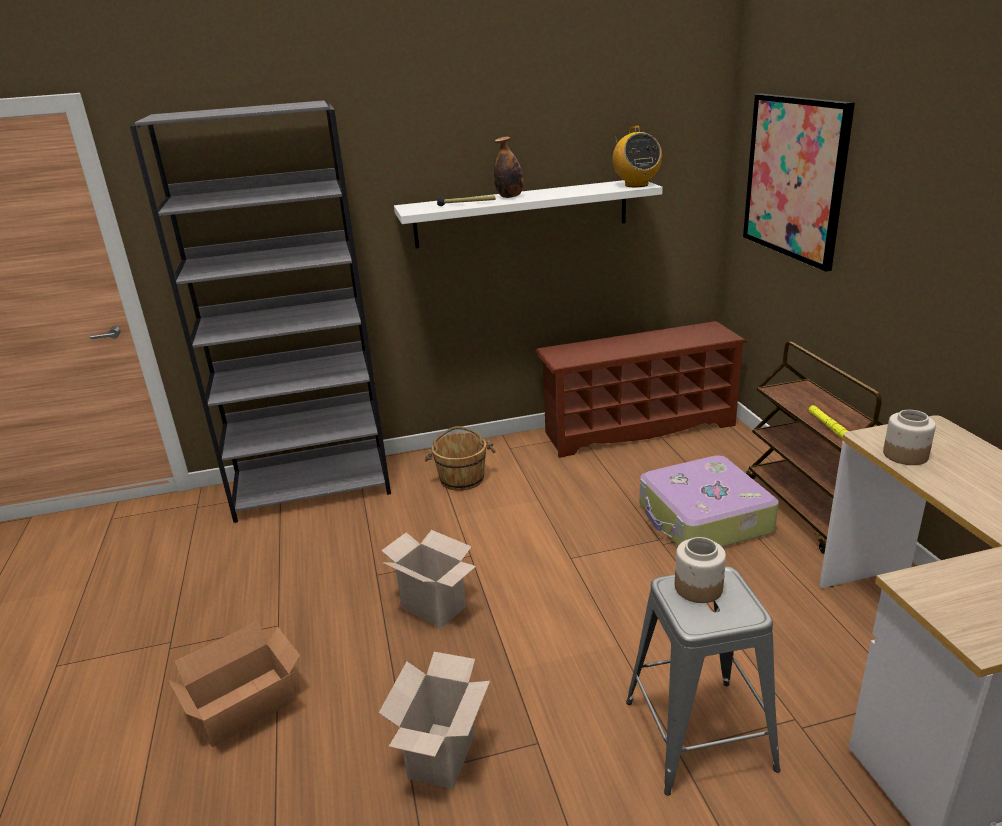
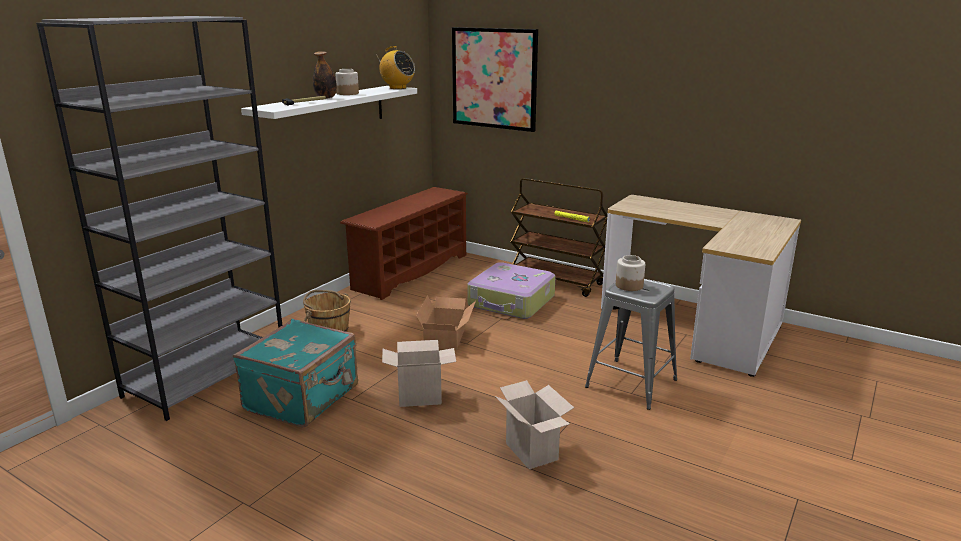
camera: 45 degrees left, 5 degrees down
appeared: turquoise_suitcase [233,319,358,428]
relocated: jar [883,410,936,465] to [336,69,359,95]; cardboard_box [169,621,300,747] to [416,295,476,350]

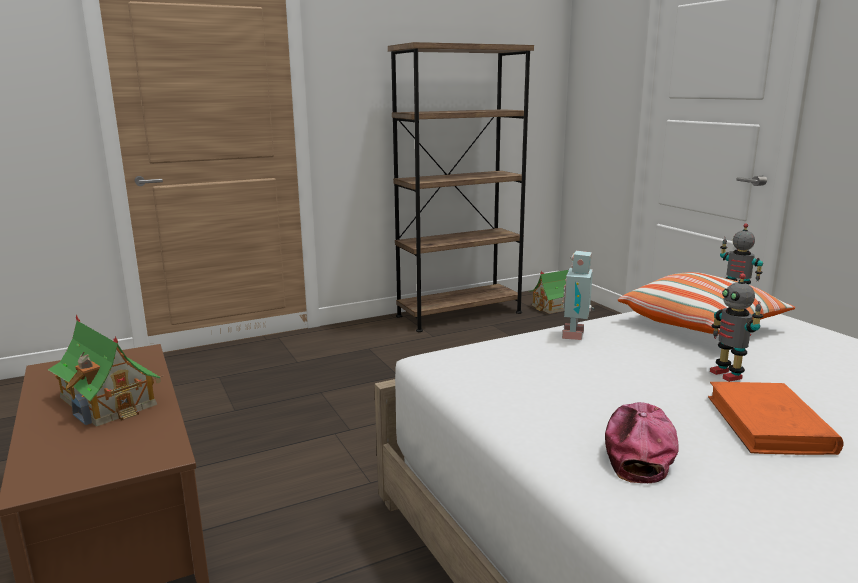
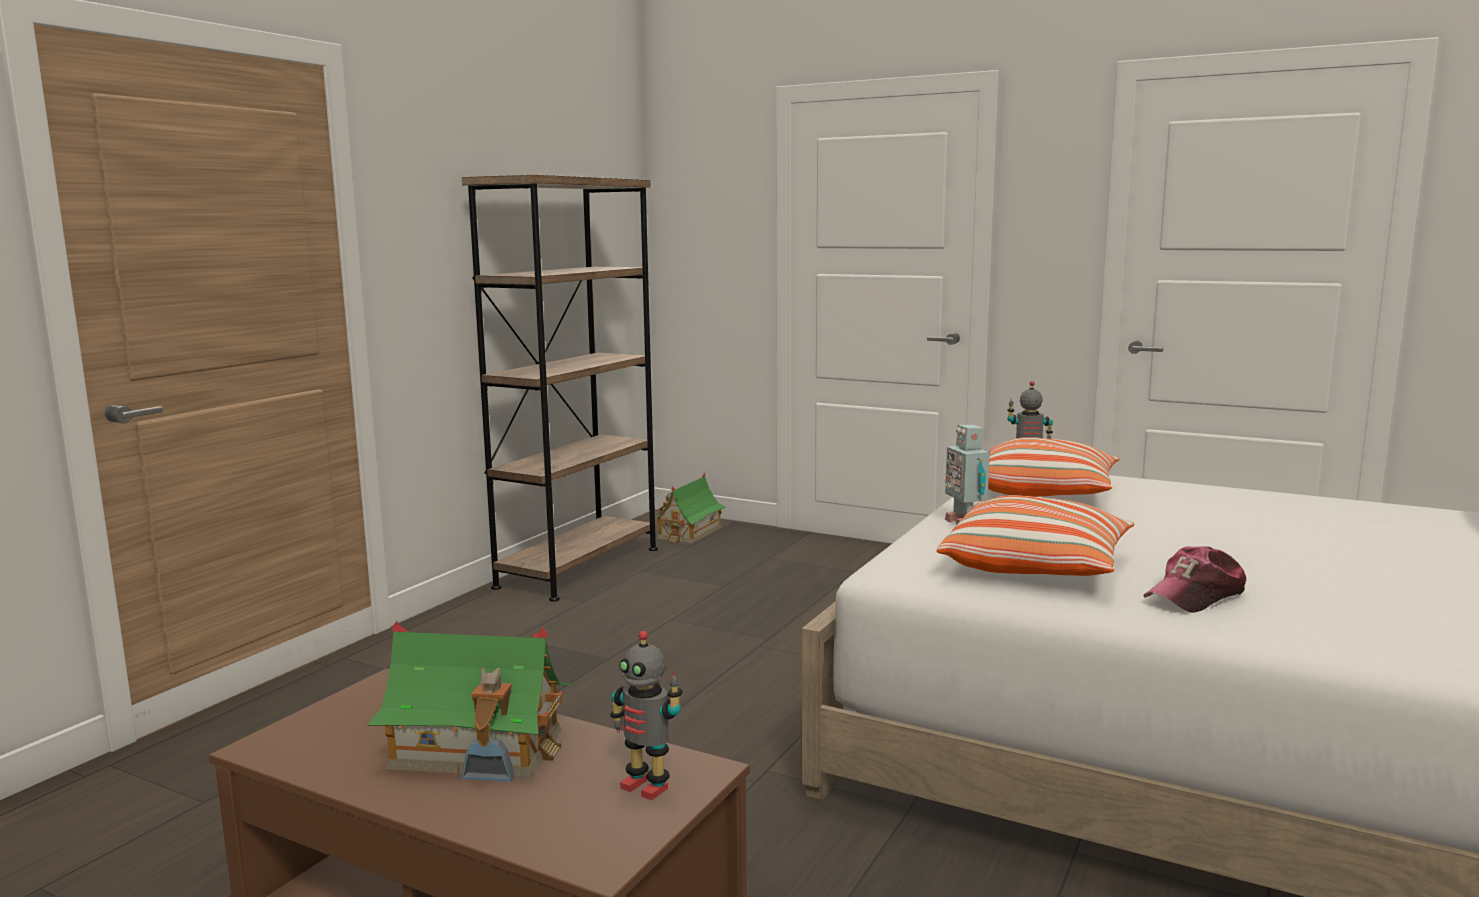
camera: 35 degrees left, 5 degrees down
missing: orange_book [708,382,844,455]
appeared: pillow [937,495,1134,576]
relocated: toy_robot [710,273,763,382] to [610,631,683,800]
spun: cap [605,402,678,483] = [1143,546,1246,613] 105 degrees counterclockwise

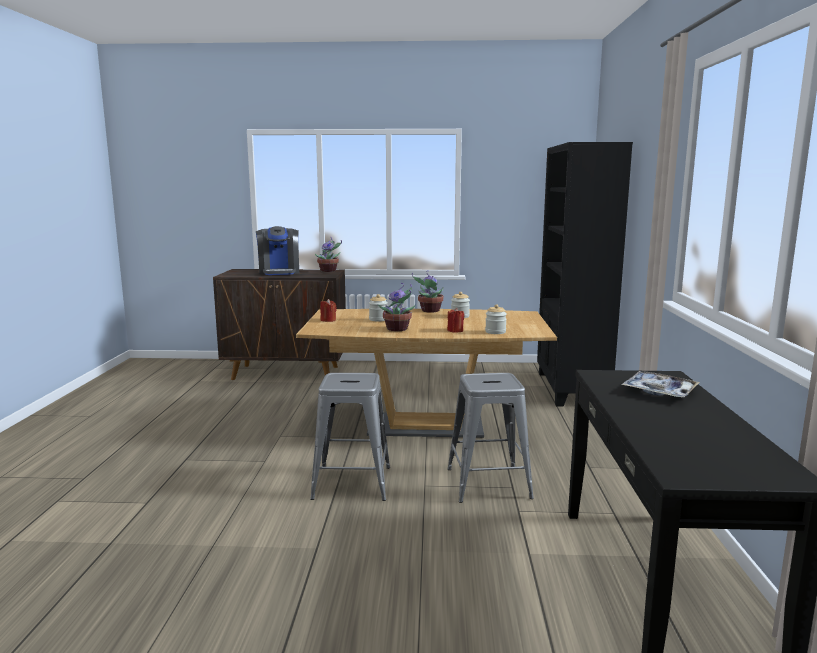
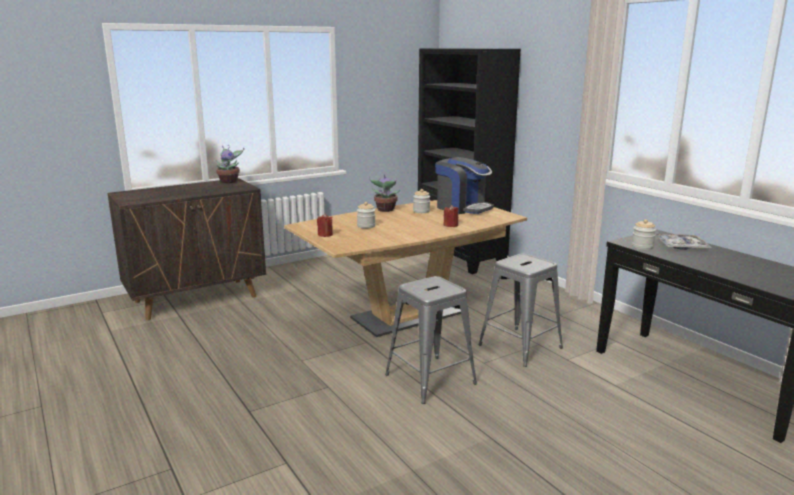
camera: 35 degrees left, 5 degrees up
missing: potted_plant [378,283,416,331]
relocated: coffee_machine [256,226,299,275] to [435,157,494,214]; jar [485,304,507,334] to [632,219,656,250]

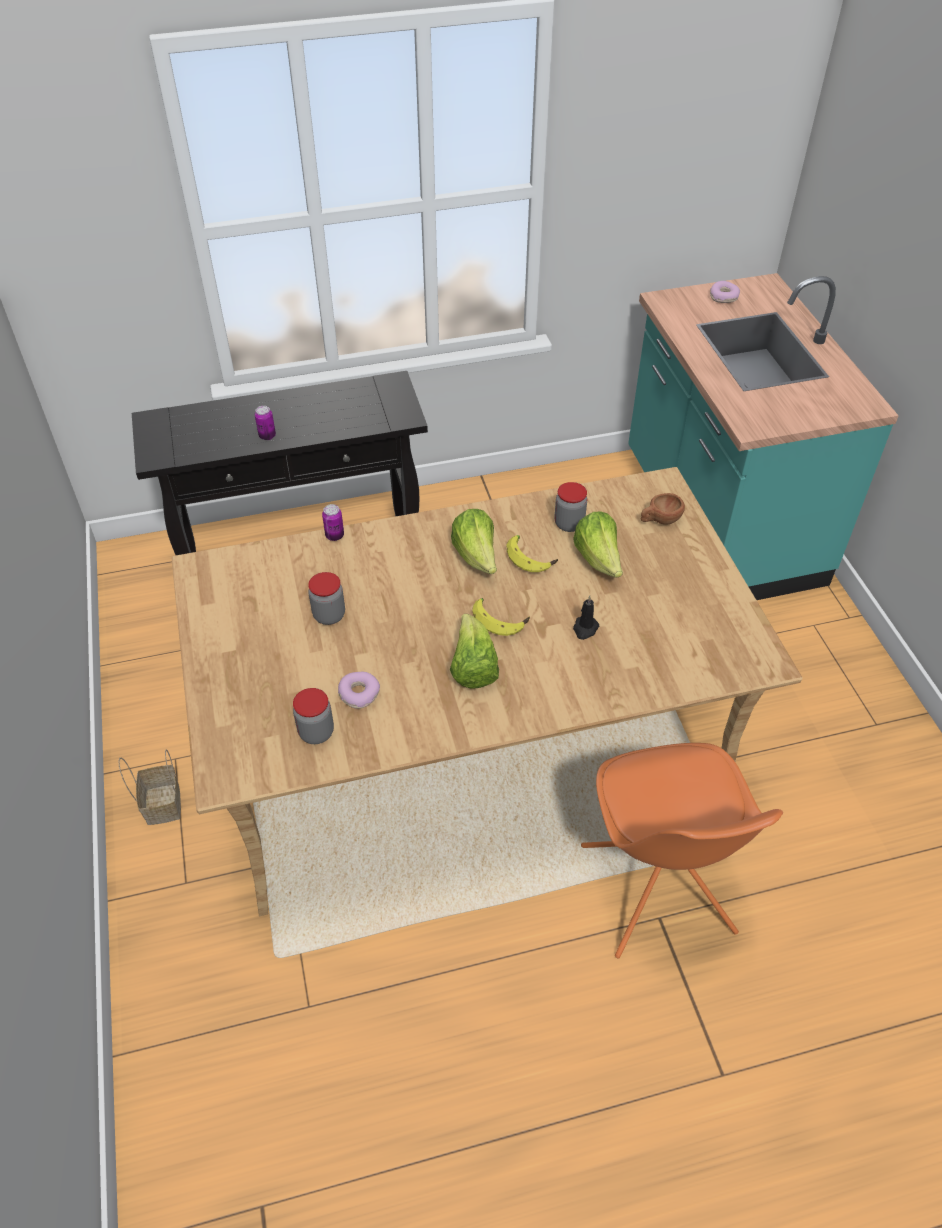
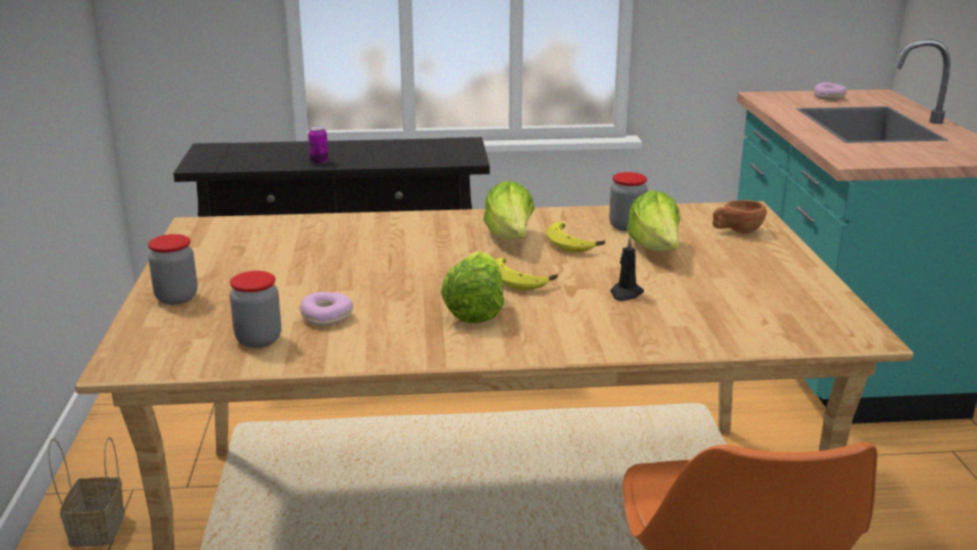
camera: 10 degrees right, 25 degrees down
missing: can [322,504,344,541]
relocated: jar [308,572,345,625] to [148,234,198,305]

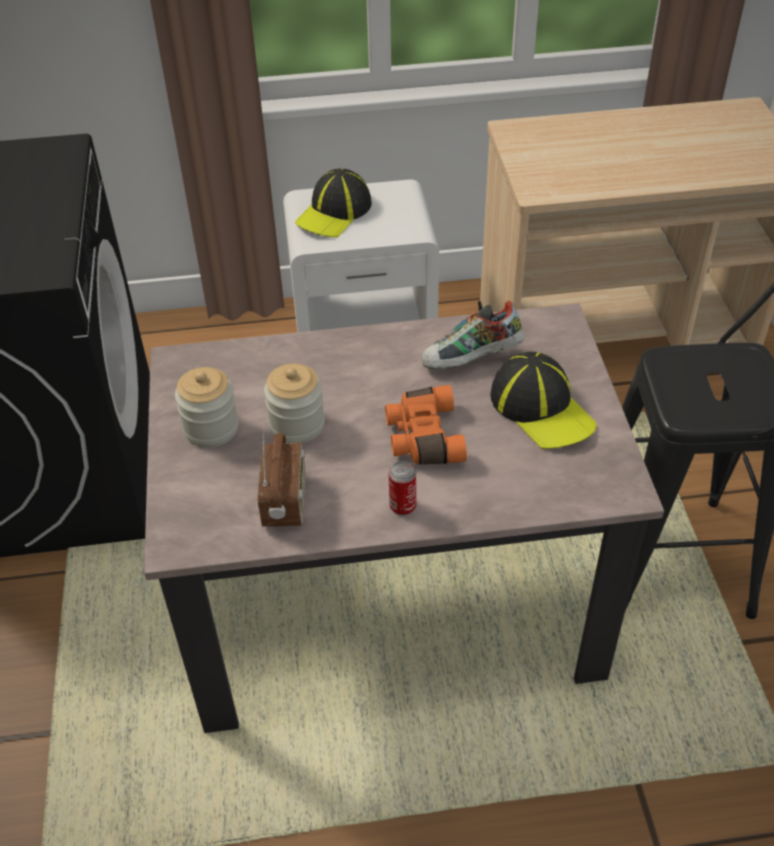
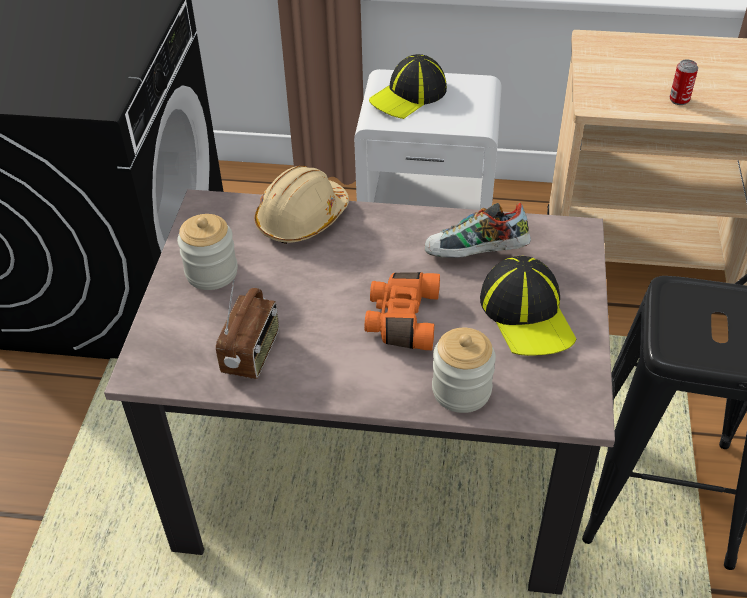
camera: 15 degrees right, 0 degrees up
appeared: beige_hard_hat [255,166,349,244]
relocated: jar [264,364,325,443] to [432,328,496,413]; can [389,461,416,515] to [669,59,698,105]

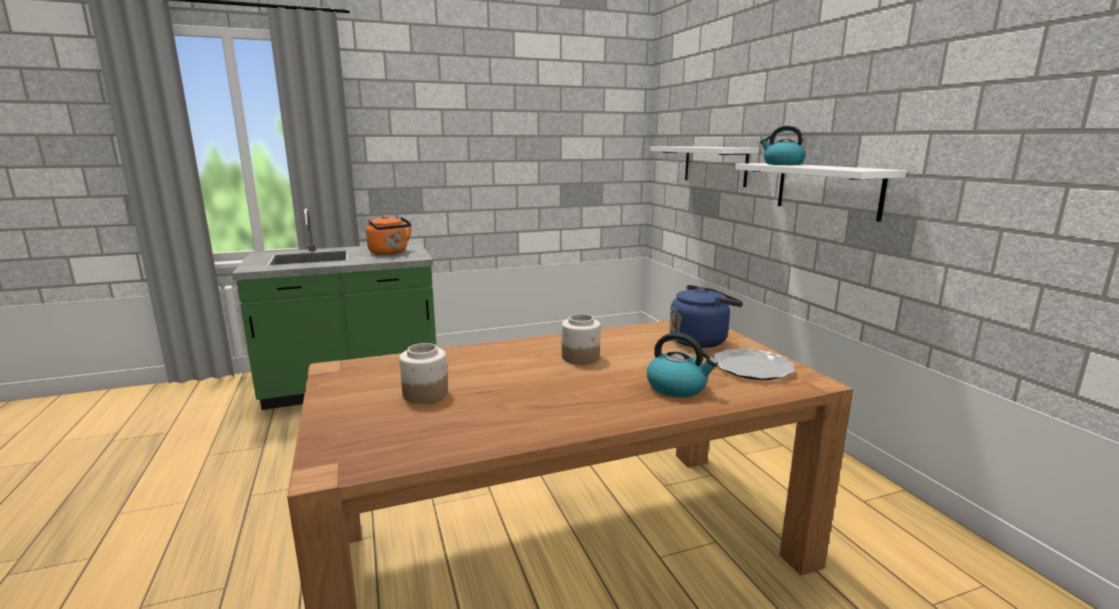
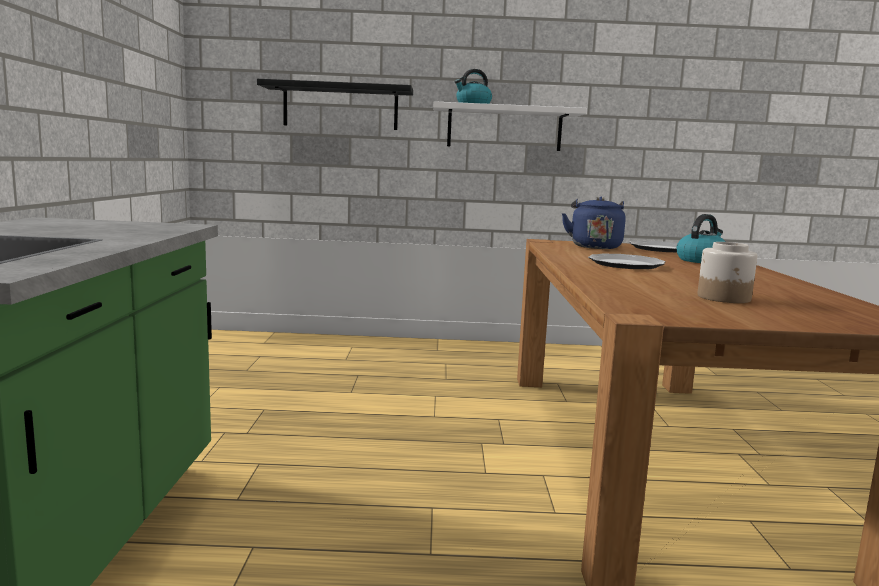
camera: 70 degrees left, 5 degrees down
missing: orange_kettle [366,215,412,255]
exchanged: jar [562,314,601,364] to plate [588,253,666,269]
colour: white_shelf [650,146,759,187] to black_shelf [257,79,413,130]

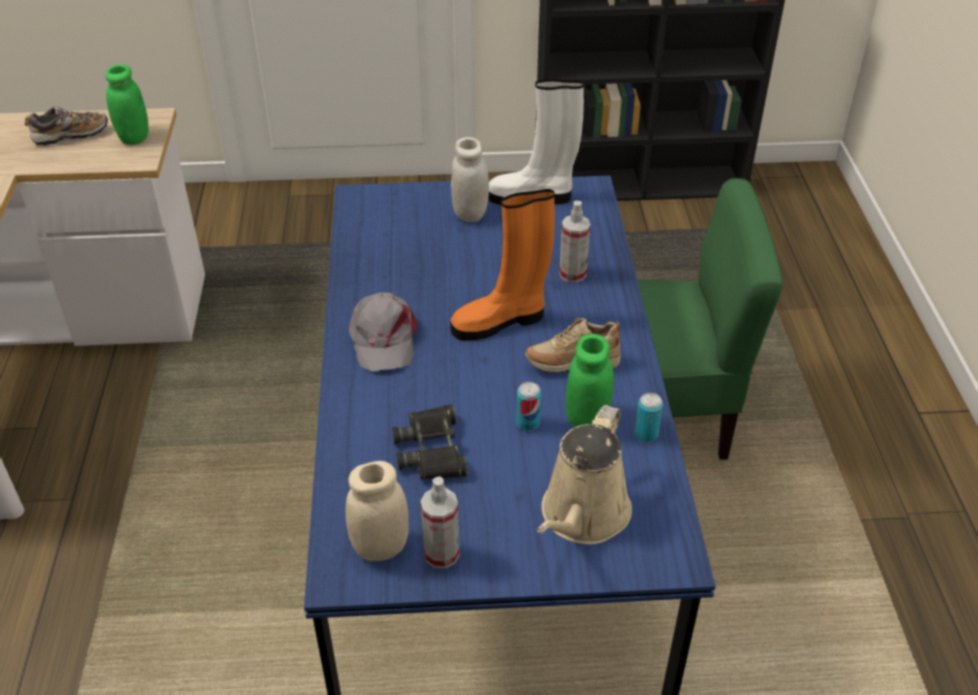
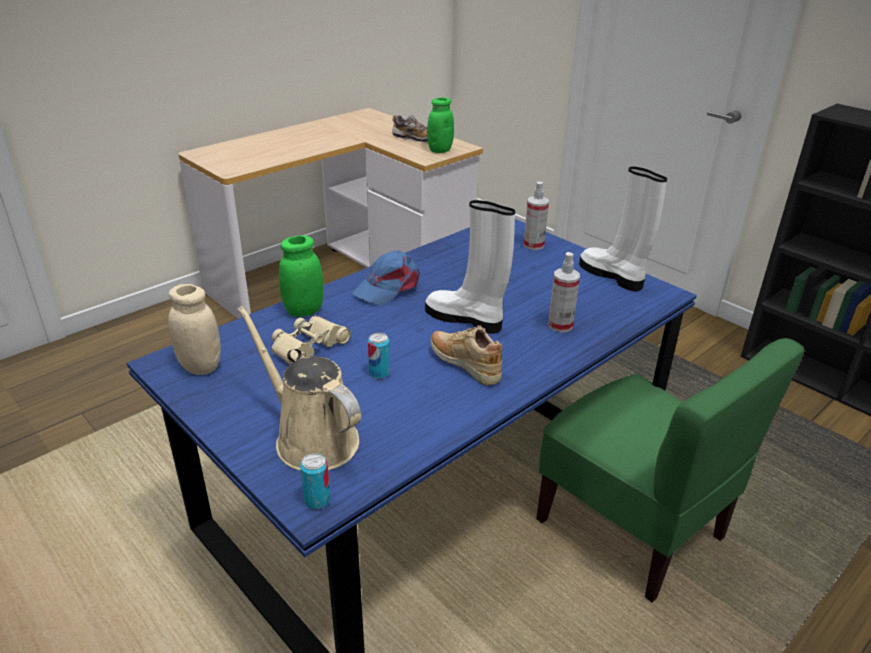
camera: 50 degrees right, 10 degrees down
missing: white_jar [451,137,489,222]
relocated: green_jar [566,334,614,427] to [279,235,323,317]; can [634,393,663,442] to [300,453,331,509]; spray_bottle [421,477,459,569] to [524,181,549,250]
colour: orange_boot [450,189,555,341] to white_boot [425,200,515,334]; grey_cap [349,292,418,371] to blue_cap [352,250,420,305]; black_binoculars [392,404,467,480] to beige_binoculars [271,316,351,364]
spun: beige_watering_can [537,405,632,544] = [238,306,361,471] 60 degrees clockwise

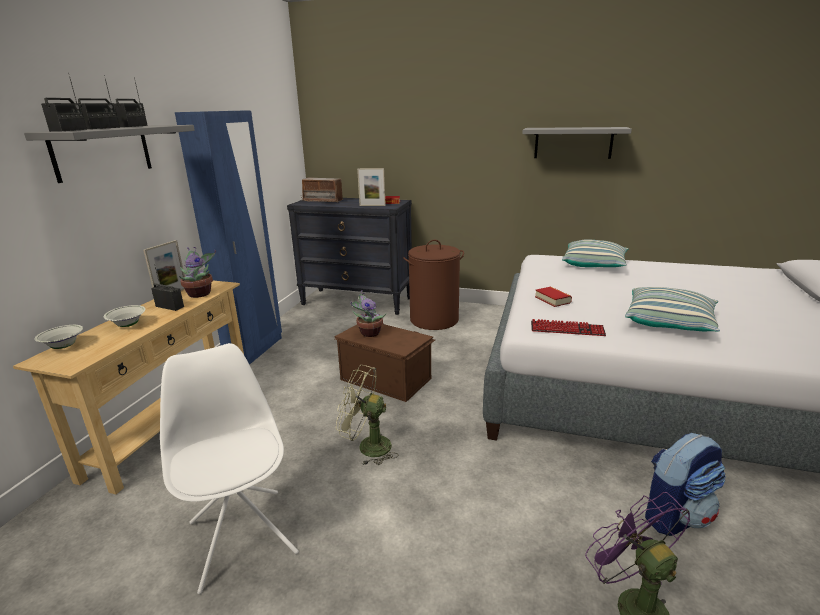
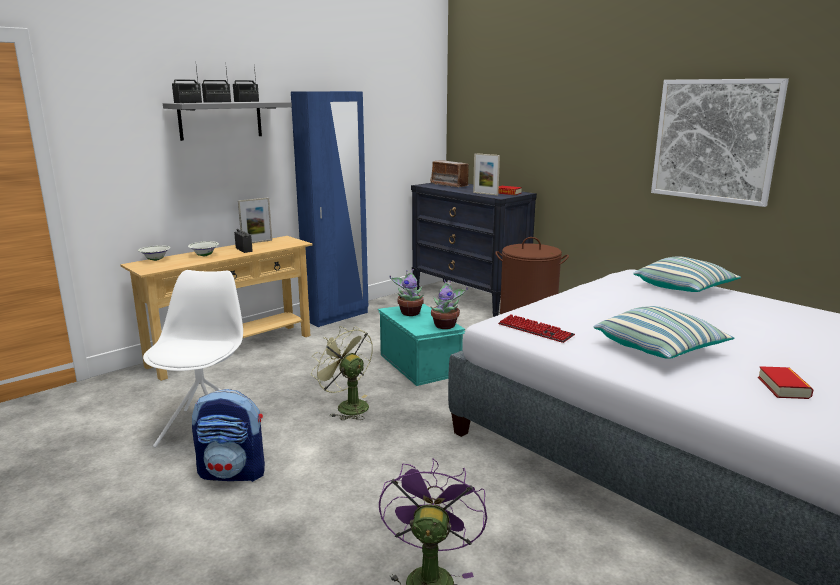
camera: 30 degrees right, 5 degrees down
relocated: potted_plant [179,247,216,298] to [430,279,468,329]; book [535,287,572,307] to [758,366,814,399]; backpack [645,433,726,536] to [192,389,265,482]
exchanged: grey_shelf [522,127,632,159] to picture [651,78,789,207]
colour: brown_storage_box [334,324,435,402] to turquoise_storage_box [378,303,465,386]

